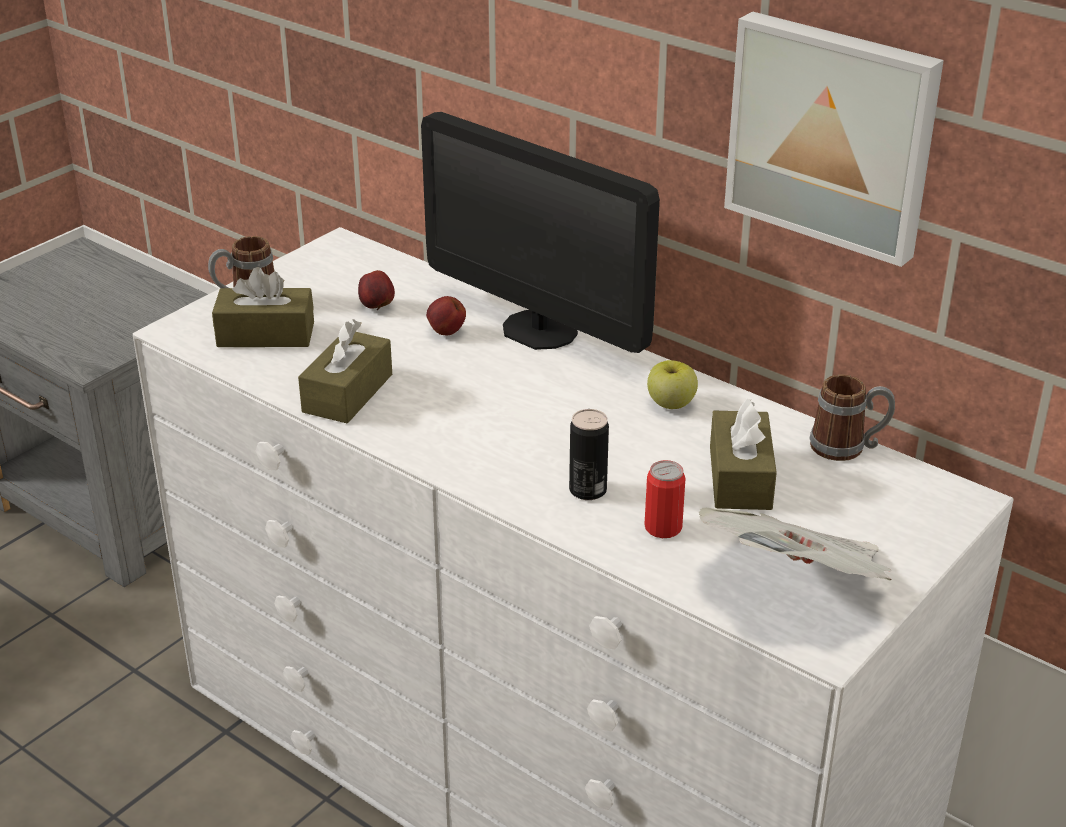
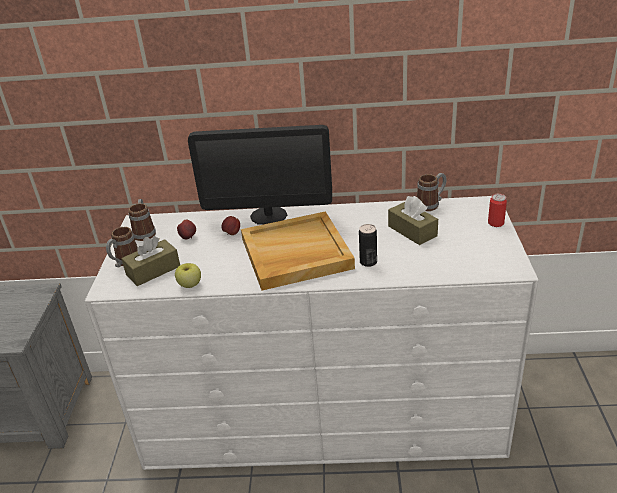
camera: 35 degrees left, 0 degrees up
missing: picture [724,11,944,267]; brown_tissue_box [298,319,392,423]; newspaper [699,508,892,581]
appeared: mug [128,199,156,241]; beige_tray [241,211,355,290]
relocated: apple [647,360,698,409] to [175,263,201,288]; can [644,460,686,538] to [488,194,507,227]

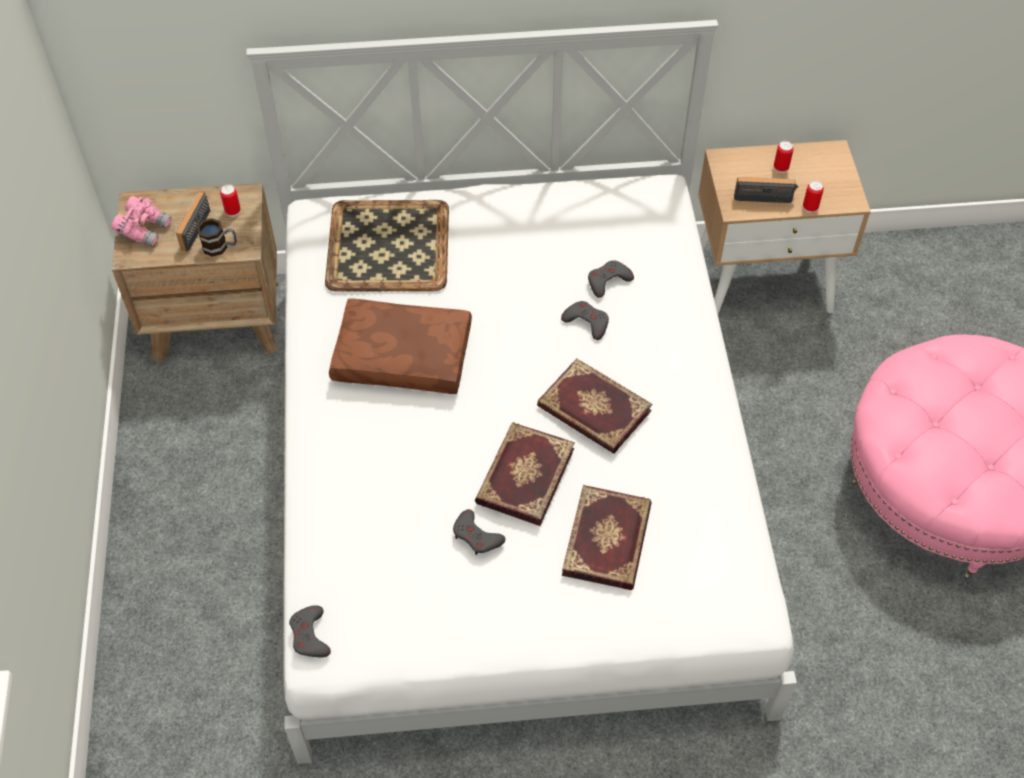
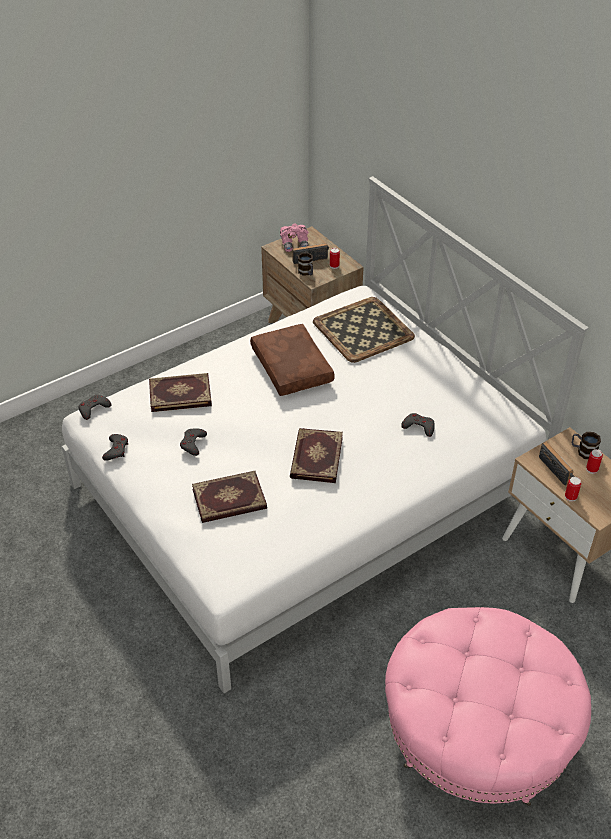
camera: 60 degrees right, 10 degrees down
appeared: mug [572,432,601,459]
relocated: grey_game_controller [561,301,609,340] to [102,434,128,461]; book [475,422,575,526] to [149,373,212,412]

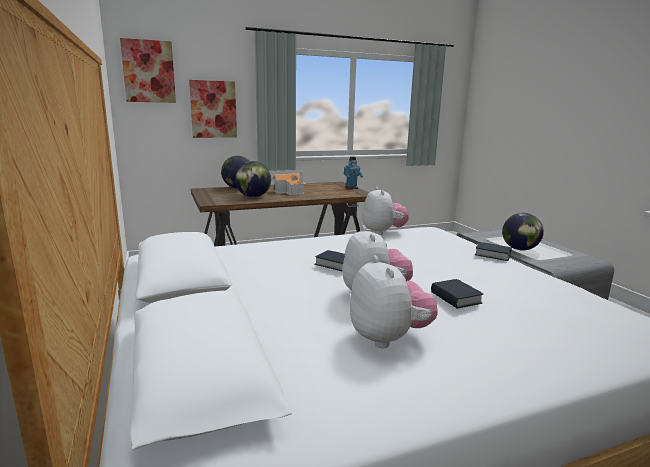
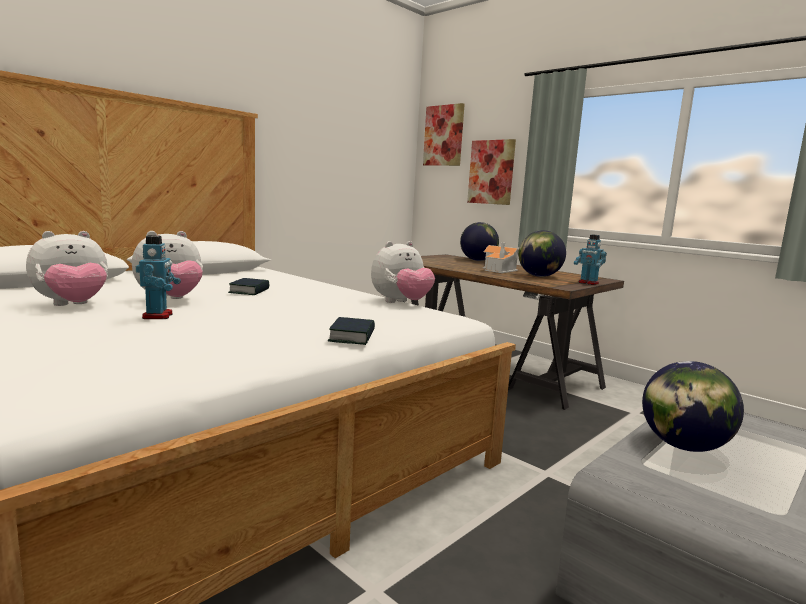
camera: 65 degrees right, 5 degrees down
relocated: globe [235,161,271,197] to [518,230,566,277]
exchanged: book [431,279,483,309] to toy_robot [136,235,181,319]

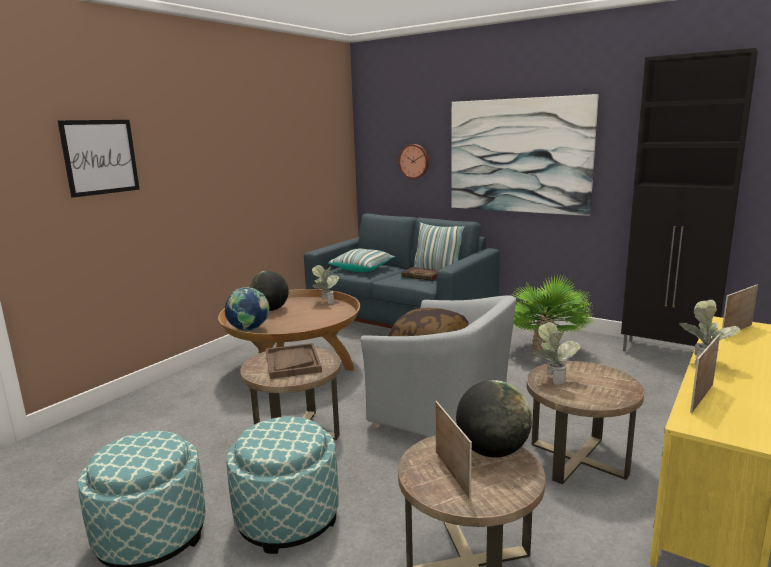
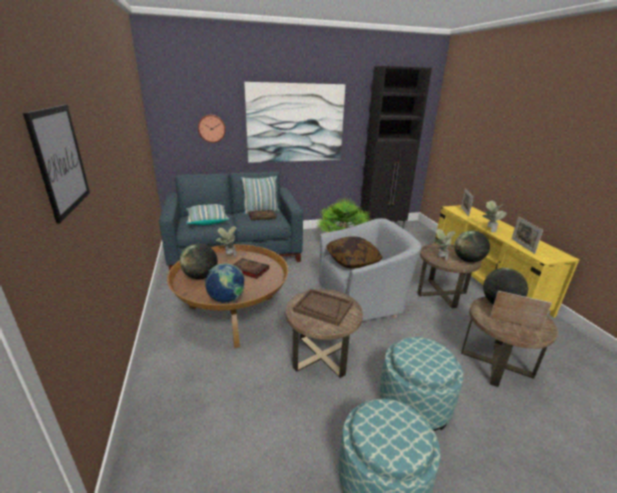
camera: 50 degrees left, 10 degrees up
appeared: globe [454,230,490,262]; book [233,258,269,279]

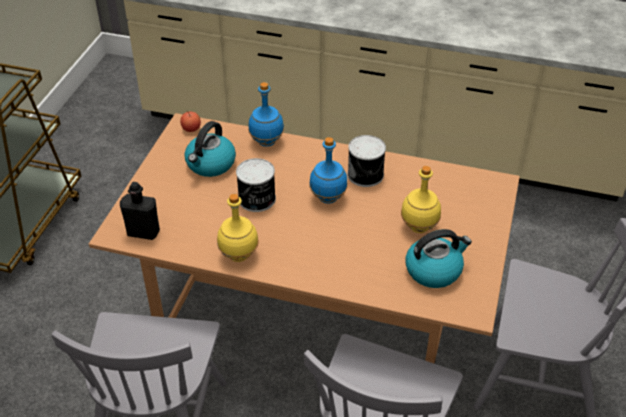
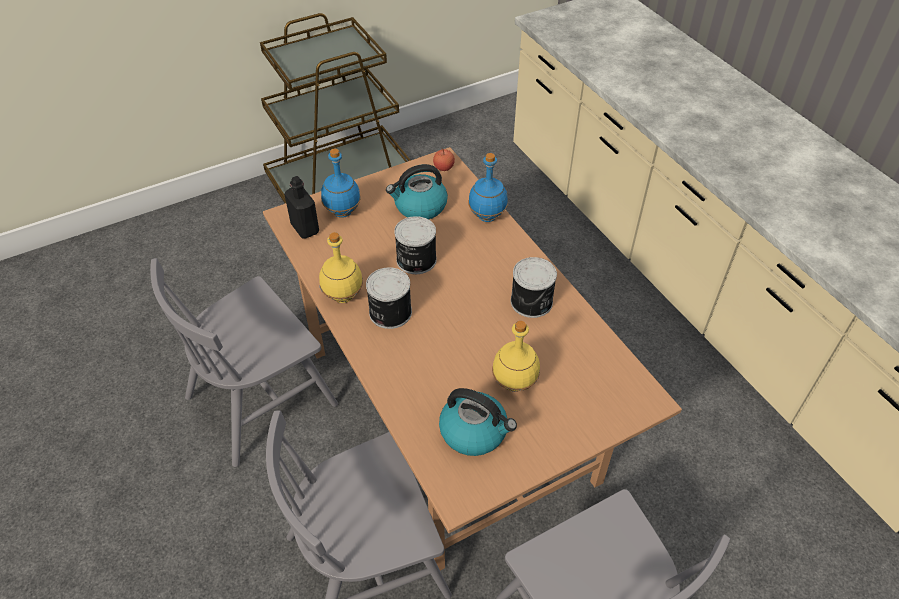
camera: 45 degrees right, 5 degrees up
appeared: can [366,267,412,329]
relocated: blue_bottle [309,137,348,204] to [321,149,361,218]

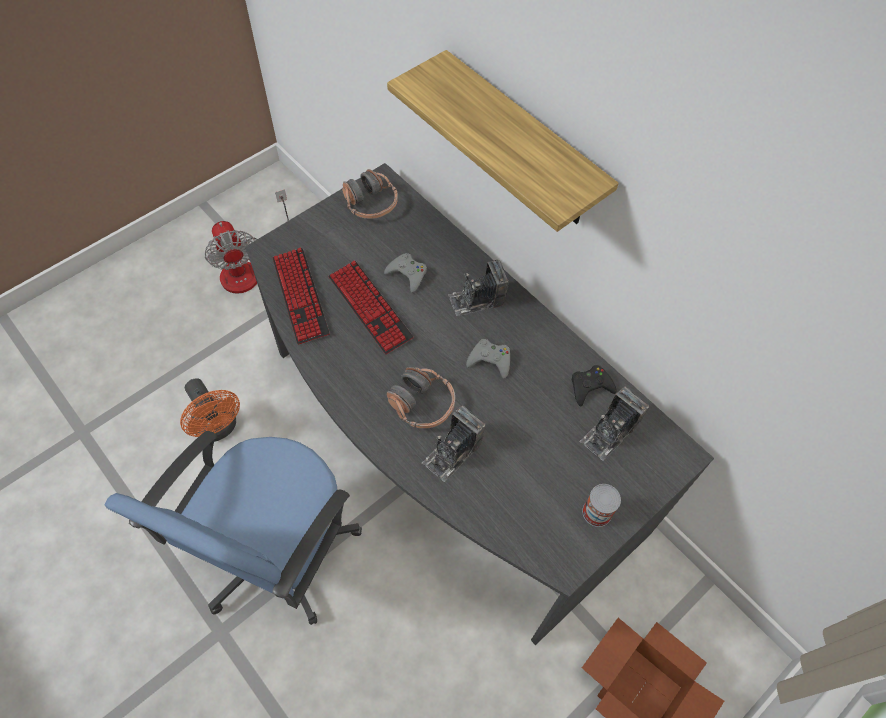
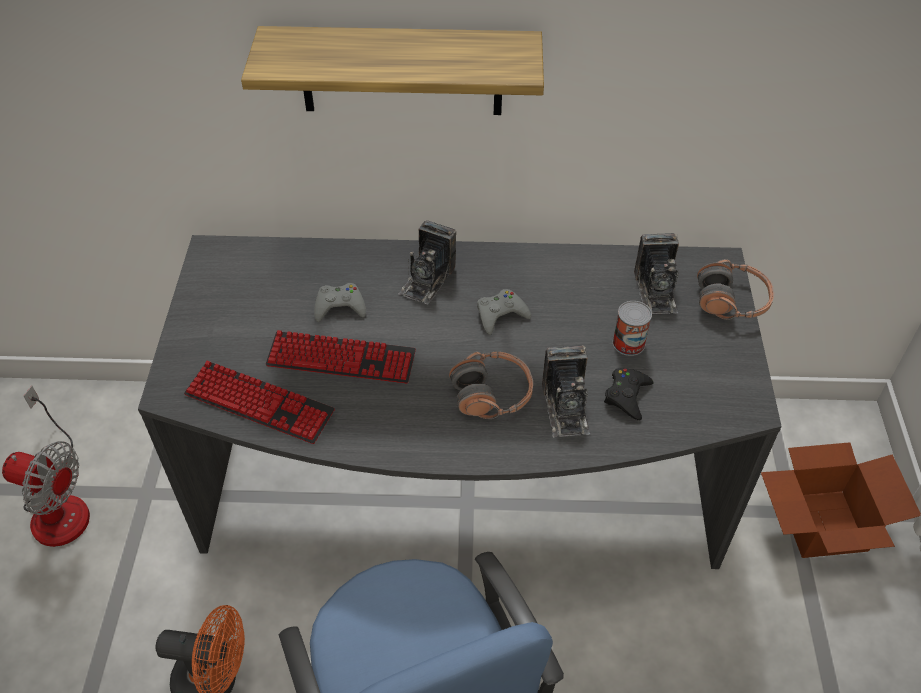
camera: 45 degrees left, 10 degrees down
relocated: headphones [342,169,398,219] to [697,259,774,320]; black_game_controller [571,365,617,406] to [604,368,654,420]; can [582,484,621,527] to [613,301,652,356]

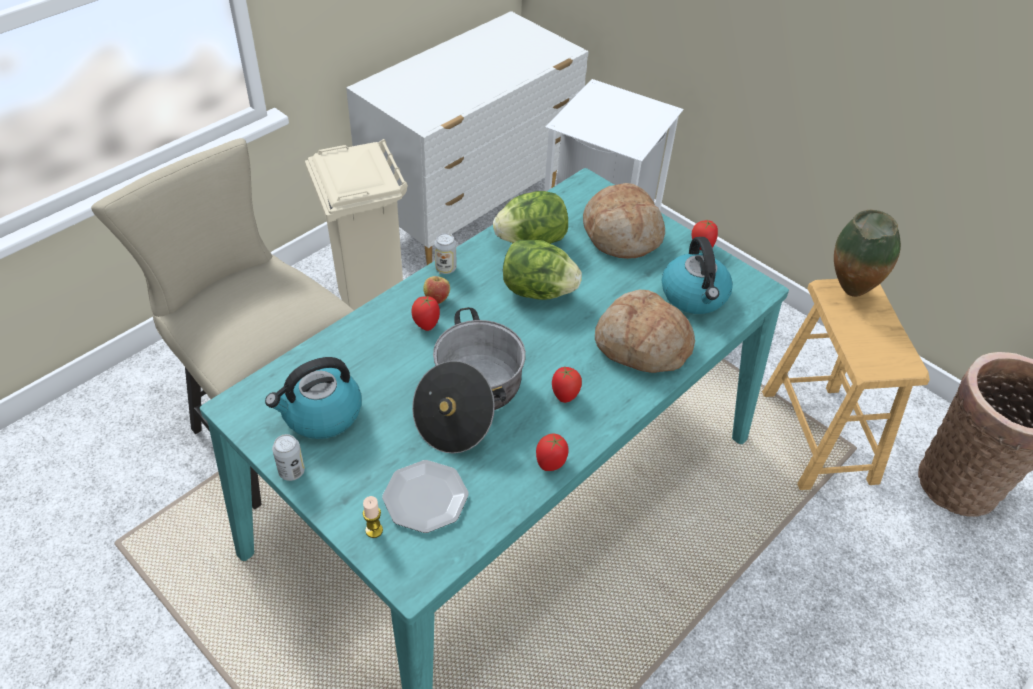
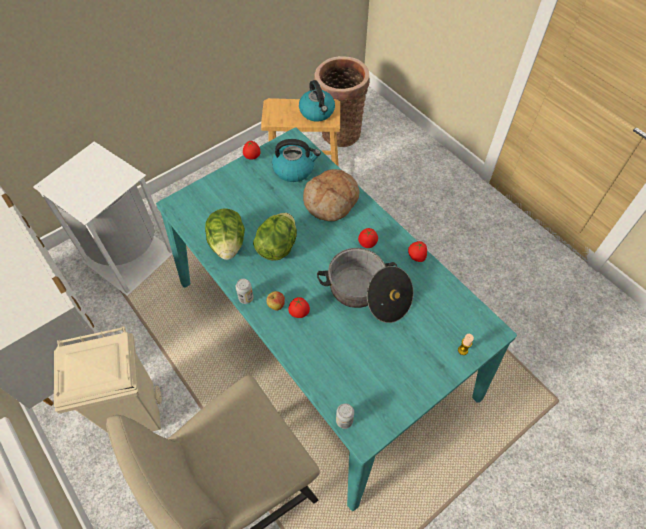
camera: 80 degrees left, 10 degrees up
missing: bread [583,183,665,259]; vase [834,210,901,297]; plate [382,460,469,533]
relocated: kettle [265,357,362,439] to [299,80,335,122]; can [272,434,305,481] to [336,404,354,429]

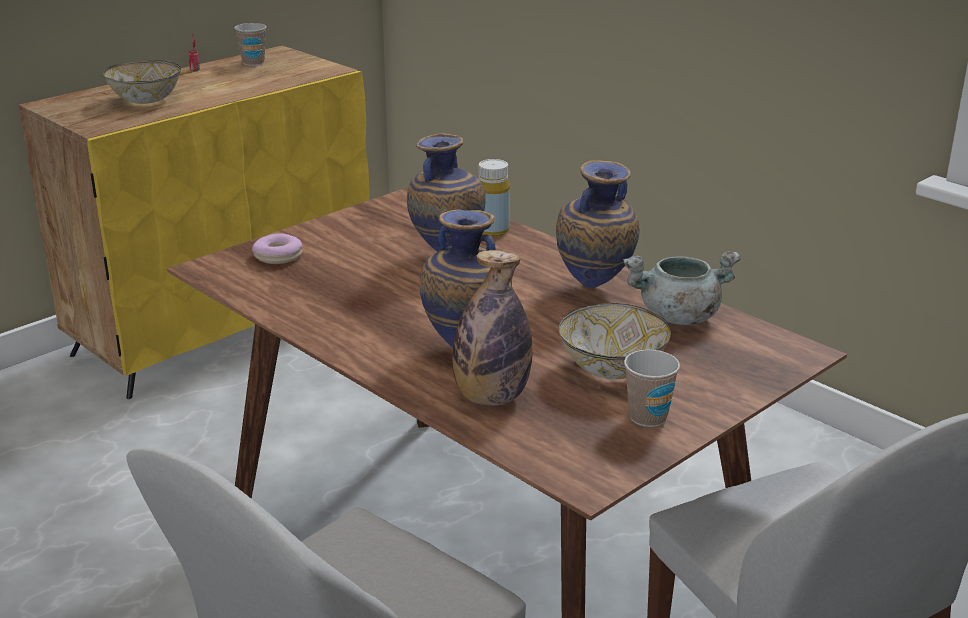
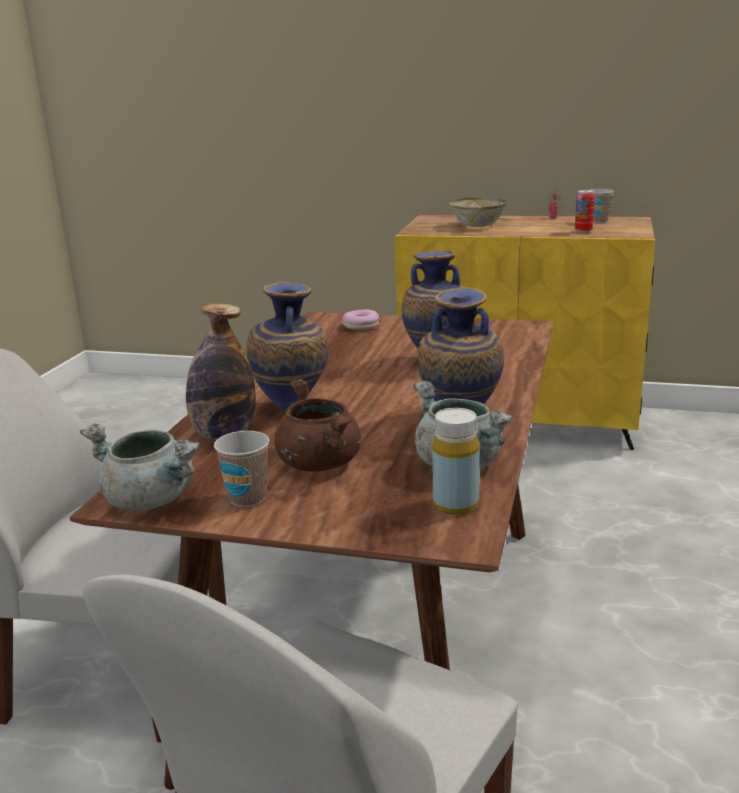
camera: 60 degrees right, 5 degrees down
appeared: can [575,190,595,233]; grey_cooking_pot [80,423,200,511]
relocated: yellow_bottle [478,159,510,237] to [432,408,479,515]
exchanged: bowl [559,303,671,379] to brown_cooking_pot [275,379,361,472]

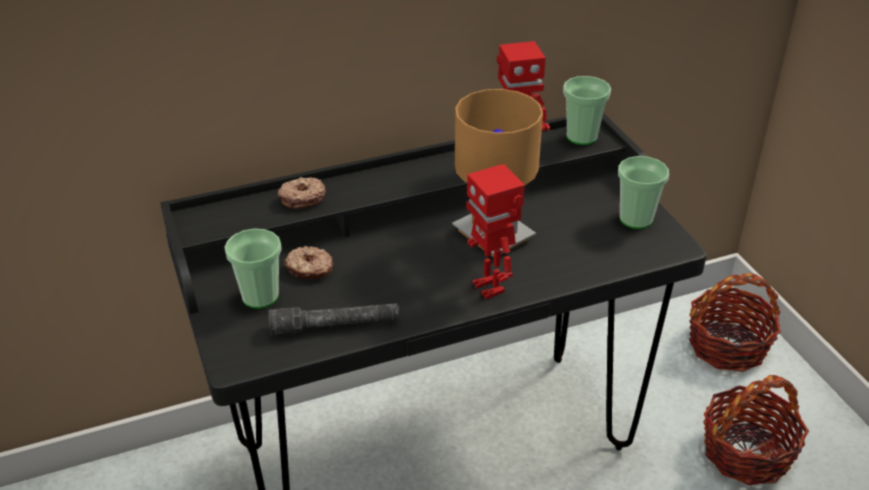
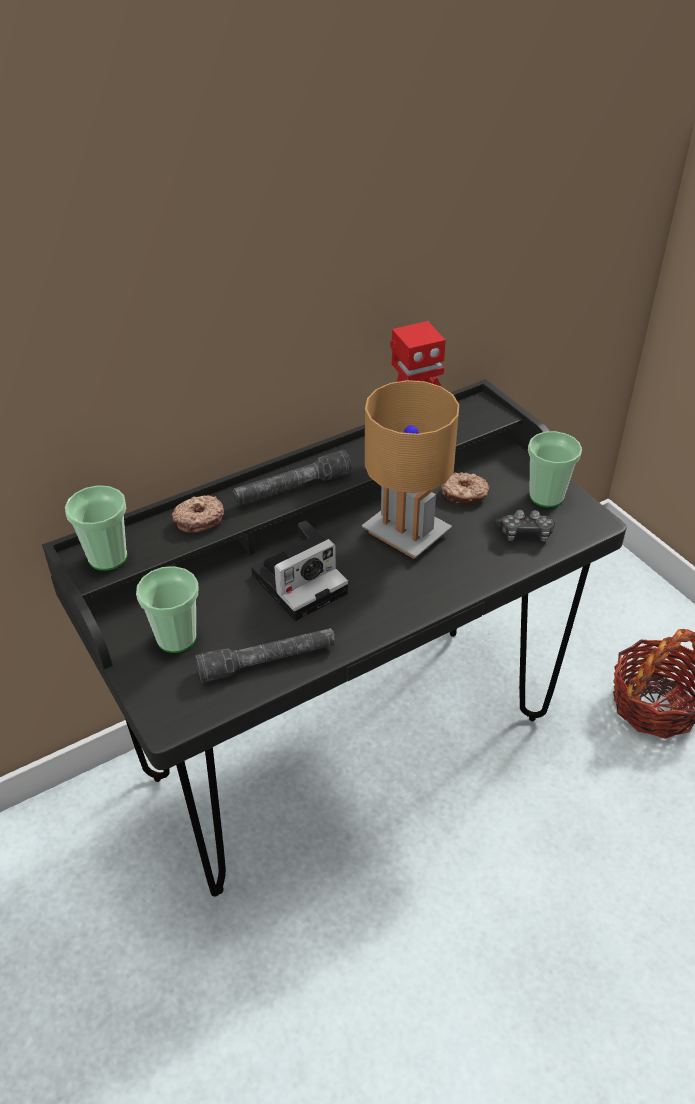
camera: 10 degrees left, 5 degrees up
missing: toy_robot [466,164,525,299]; basket [689,273,781,372]
appeared: grey_flashlight [232,450,352,504]; game_controller [494,510,555,542]; photo_camera [251,521,348,621]
relocated: cup [563,76,611,145] to [65,486,127,571]; donut [284,246,333,279] to [441,472,490,504]

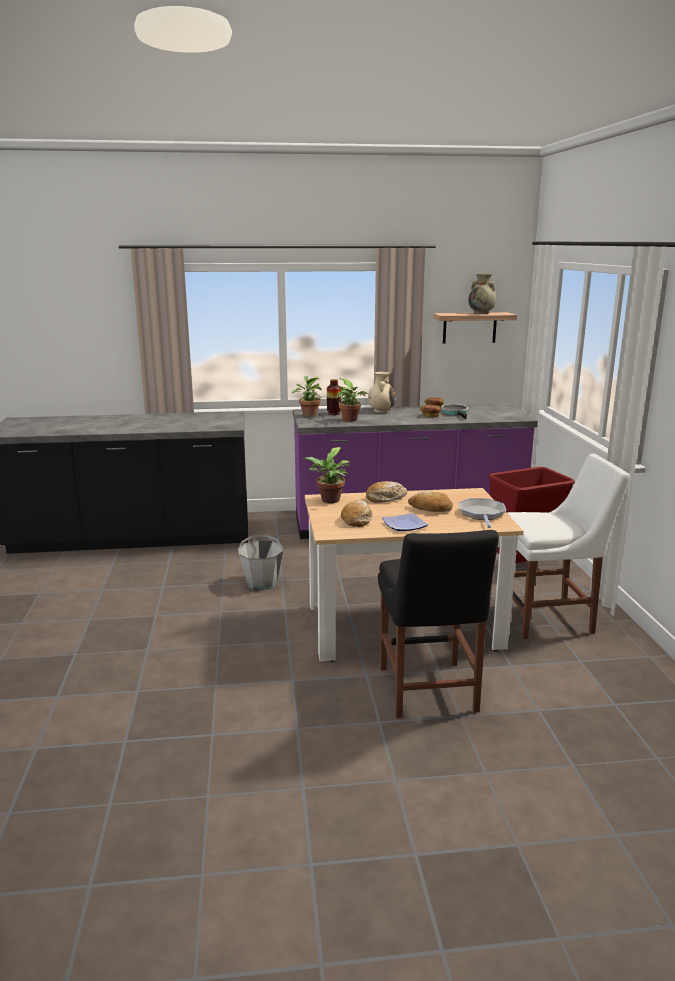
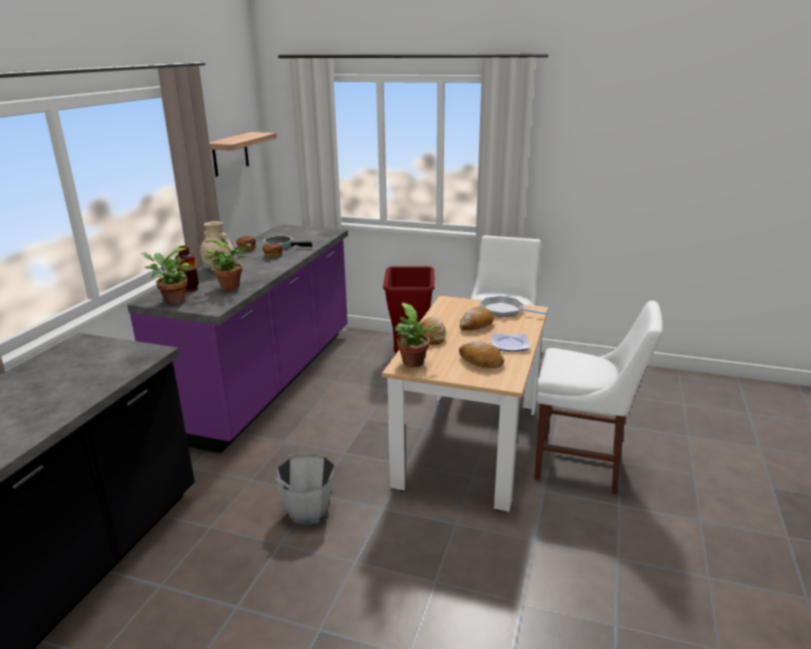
camera: 65 degrees left, 5 degrees up
missing: beige_vase [468,274,496,314]
colour: black_chair [378,530,499,718] to white_chair [534,301,663,494]

